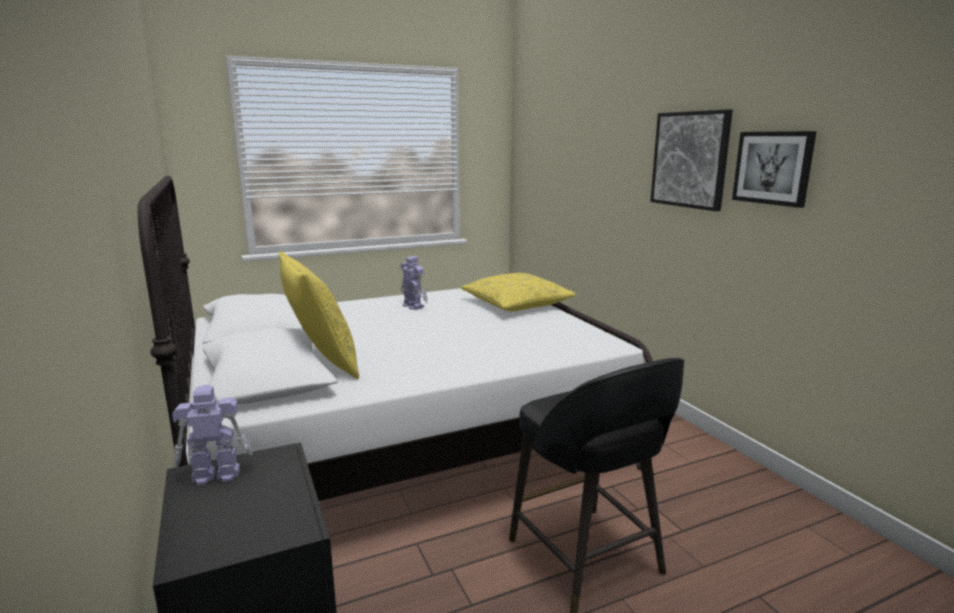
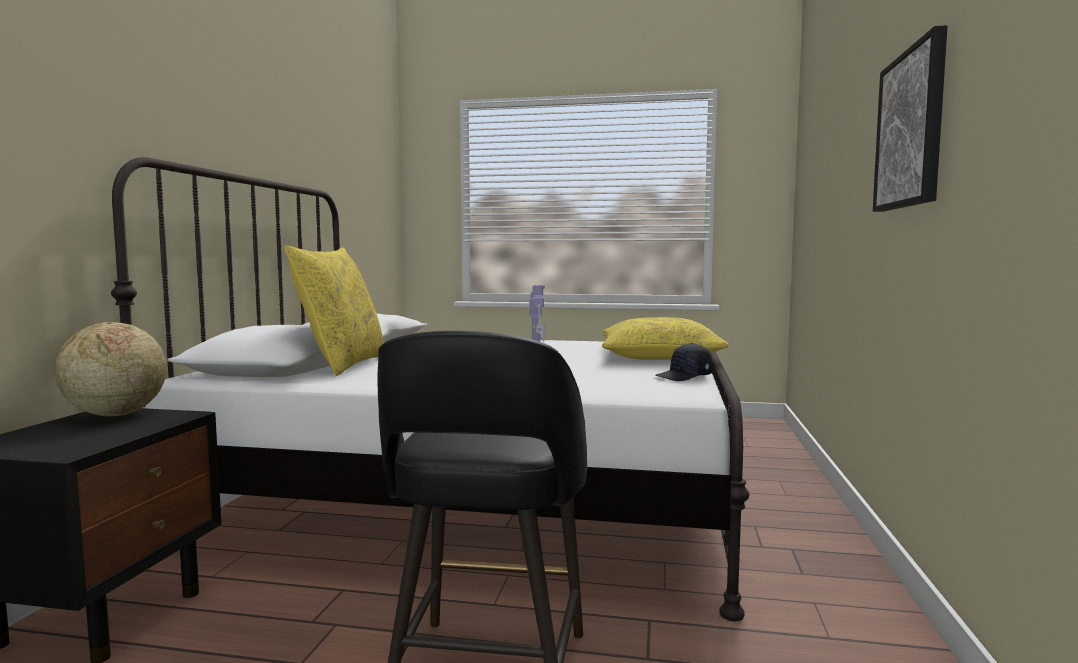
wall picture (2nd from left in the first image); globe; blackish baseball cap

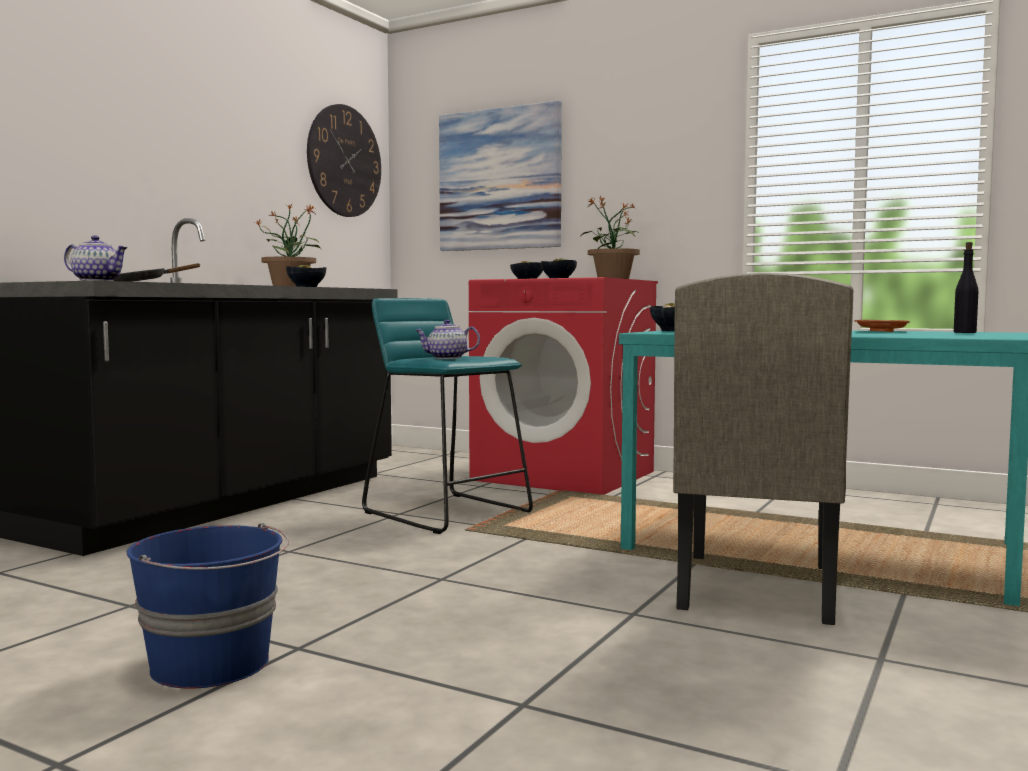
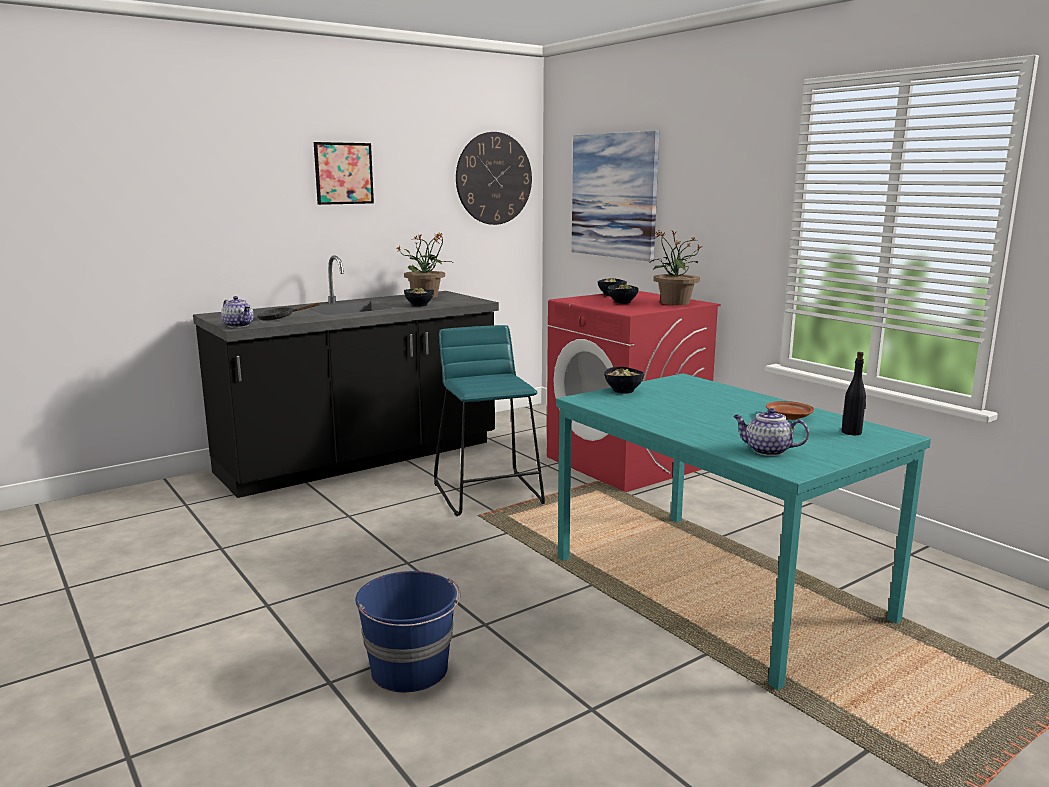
sand-coloured plain chair; pot for tea (2nd from left); blue water bucket; wall picture (1st from left)

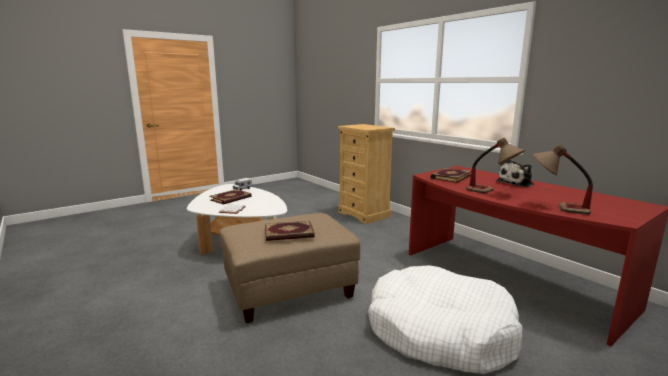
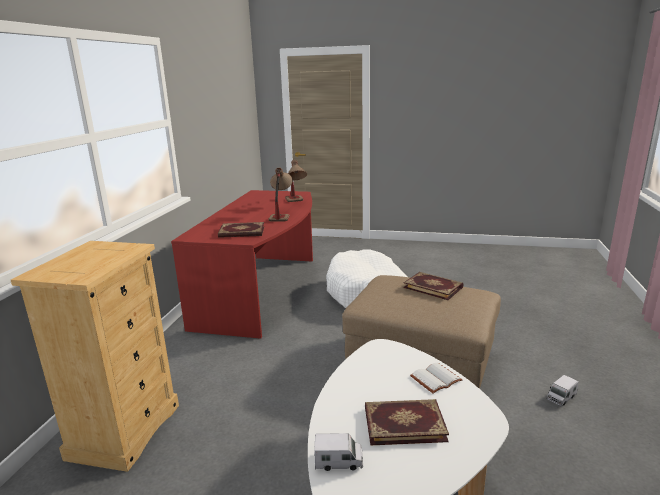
plush toy; toy lorry (2nd from left)

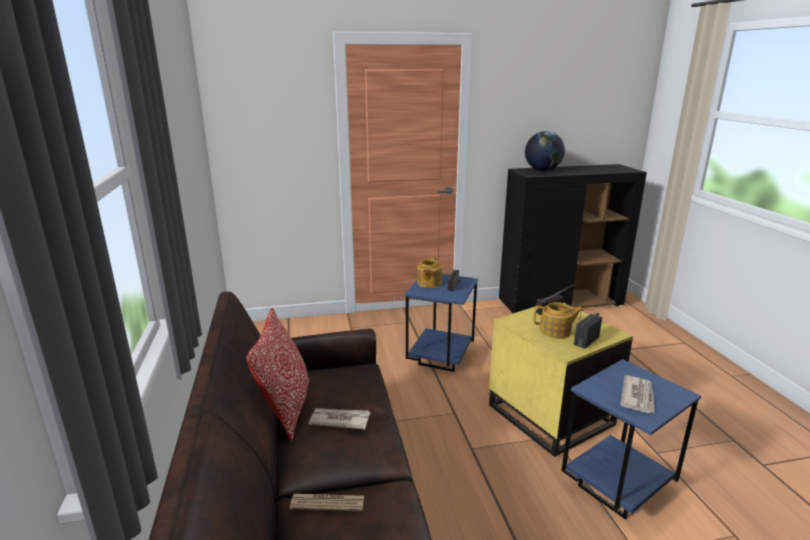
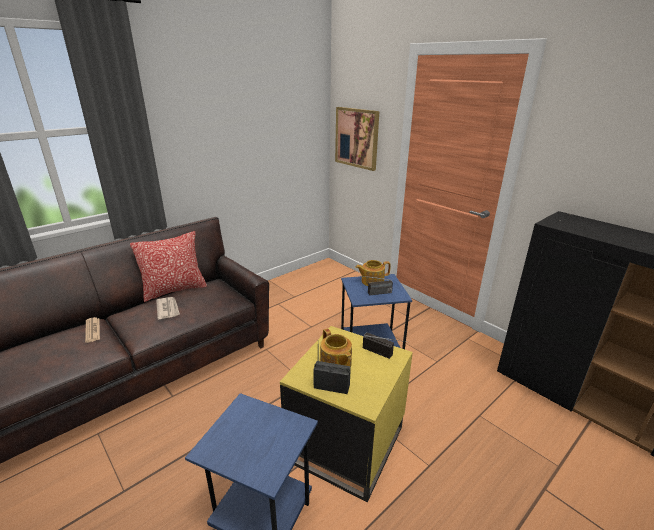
globe; newspaper (3rd from left in the first image); wall picture

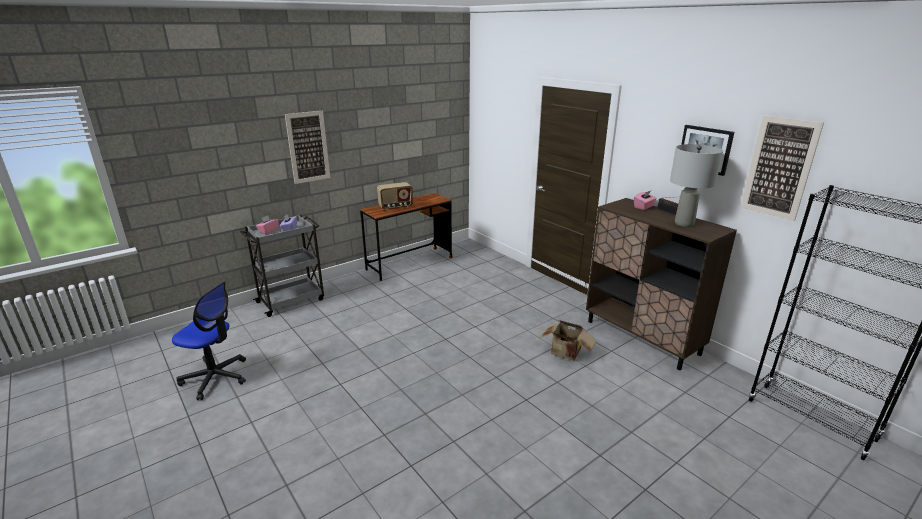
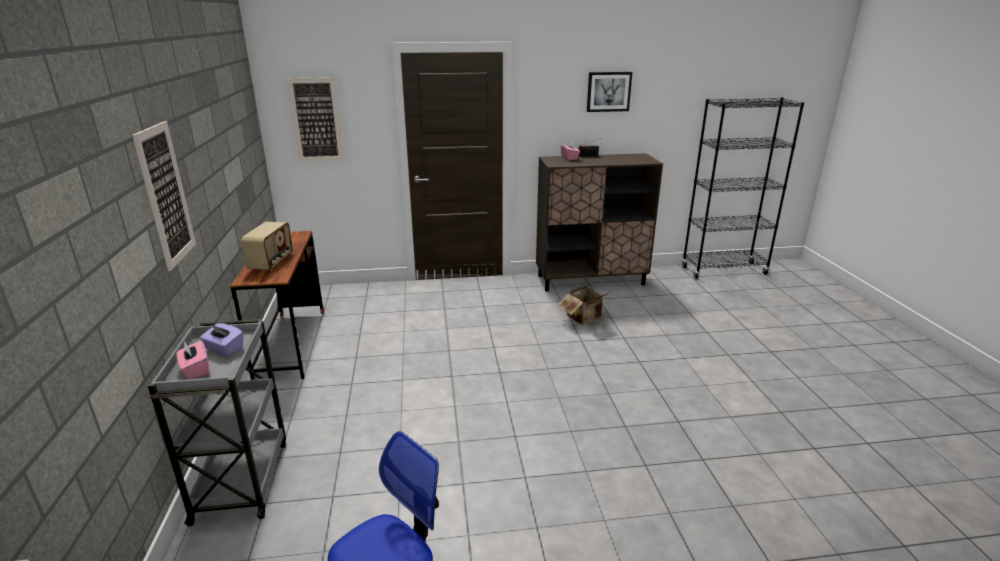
wall picture (2nd from left); gray tabletop lamp

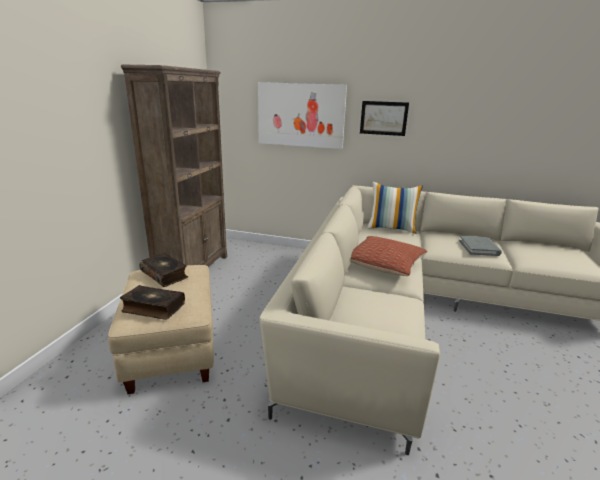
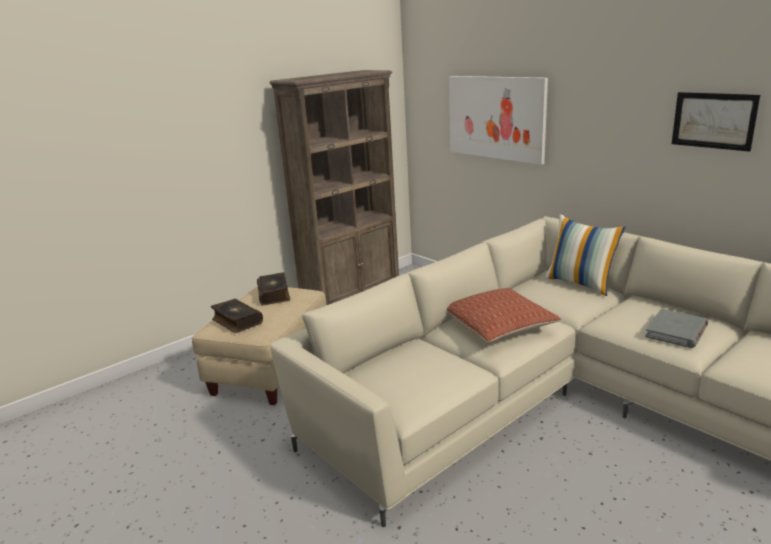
wall picture (2nd from left)

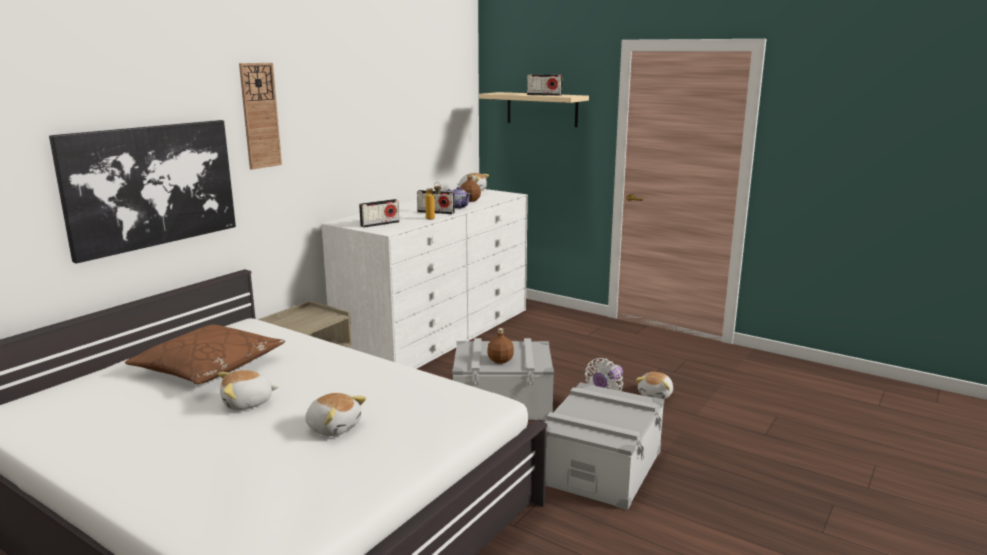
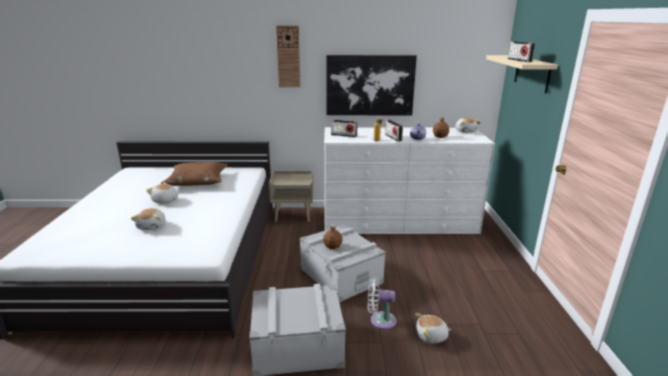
wall picture

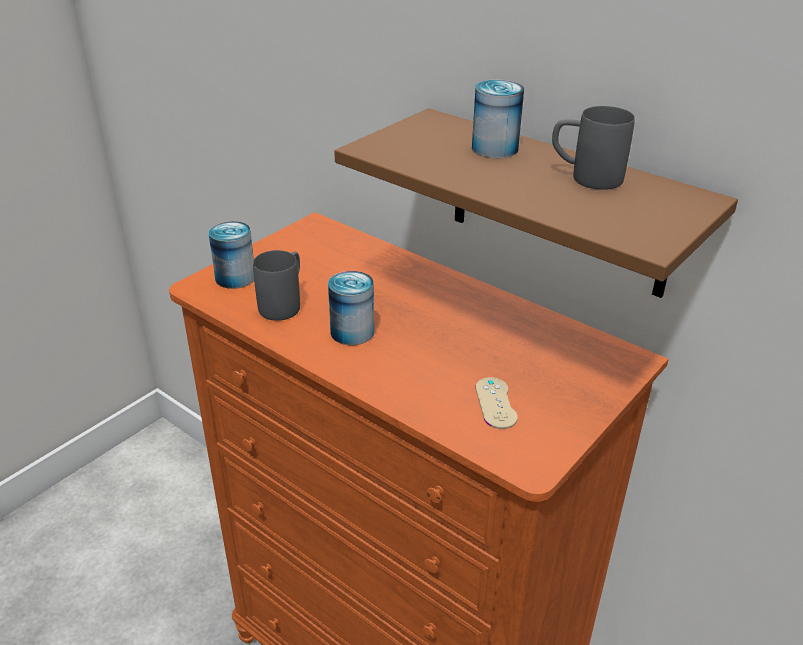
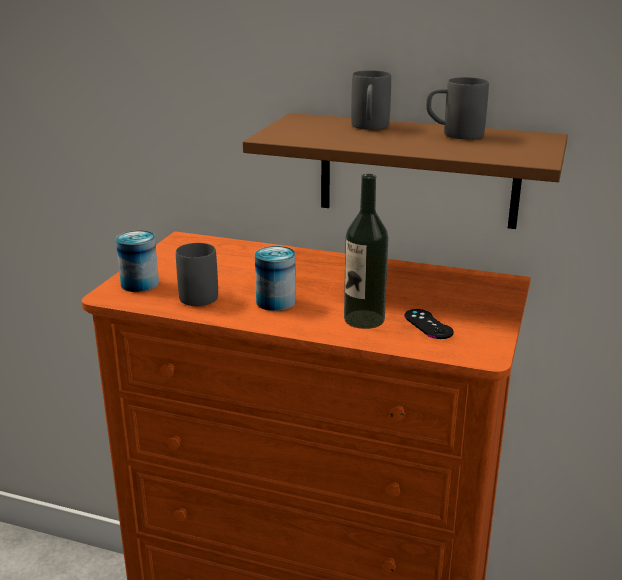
gray coffee mug (2nd from left); blackish game controller; beverage bottle

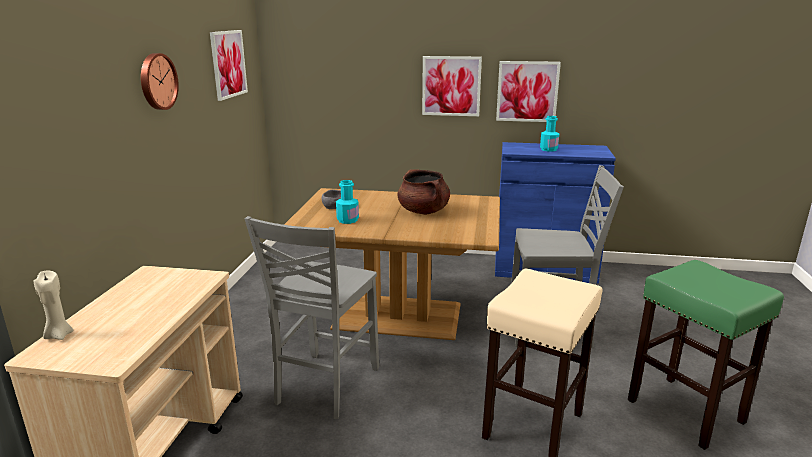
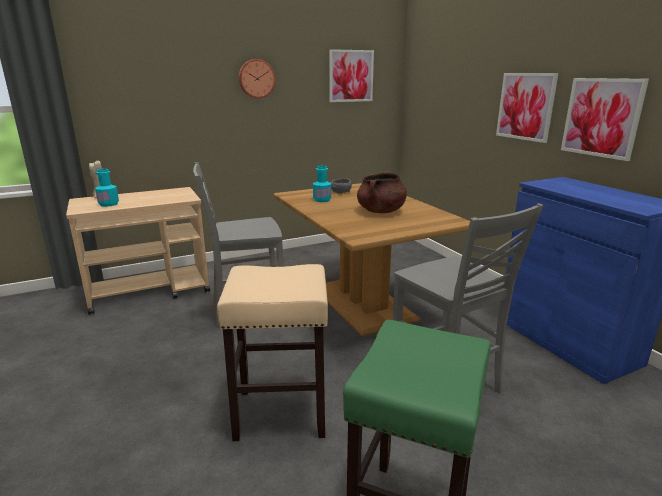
blue-green beverage bottle (1st from left)

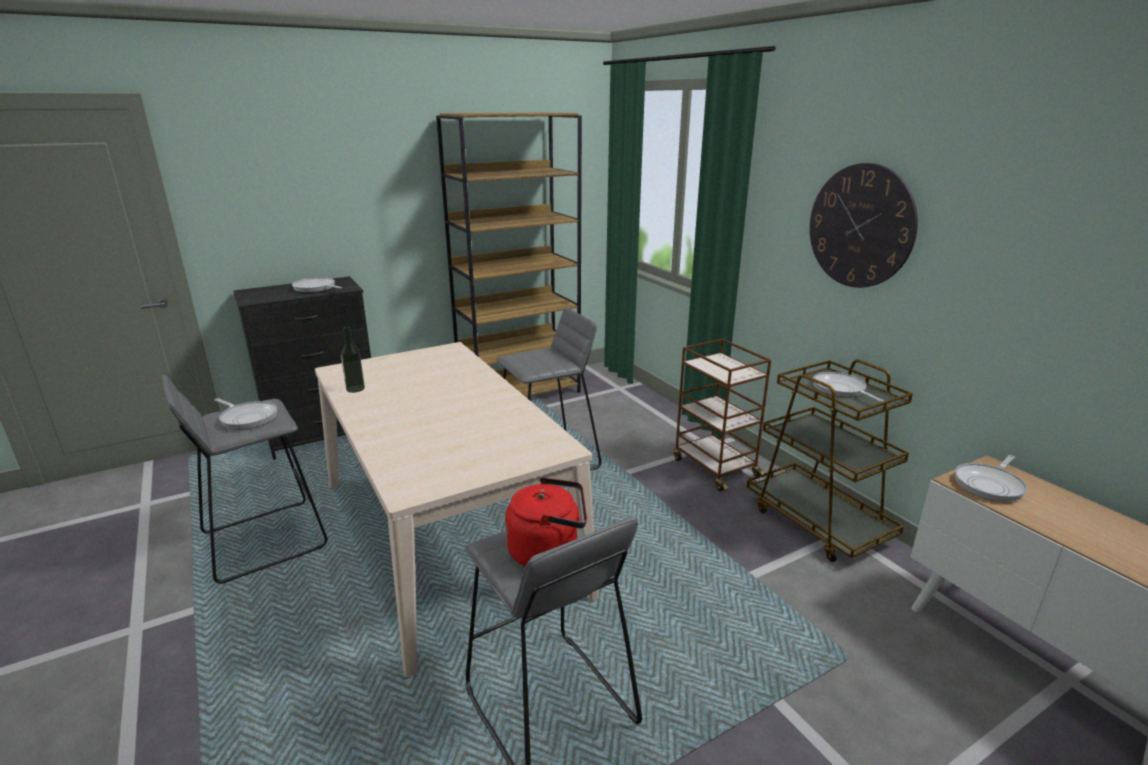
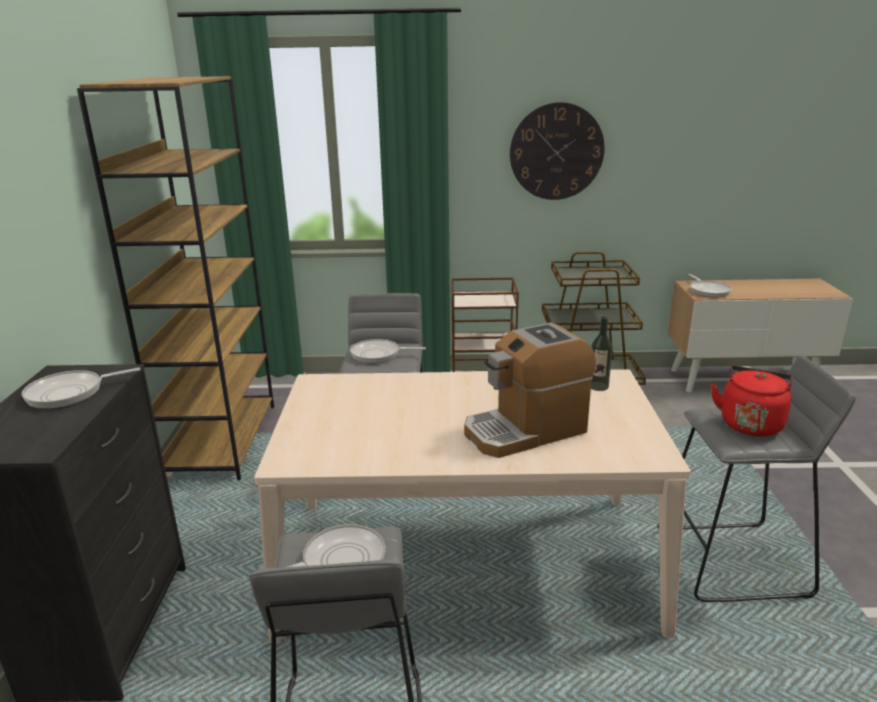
beverage bottle; skillet (3rd from left); coffee maker

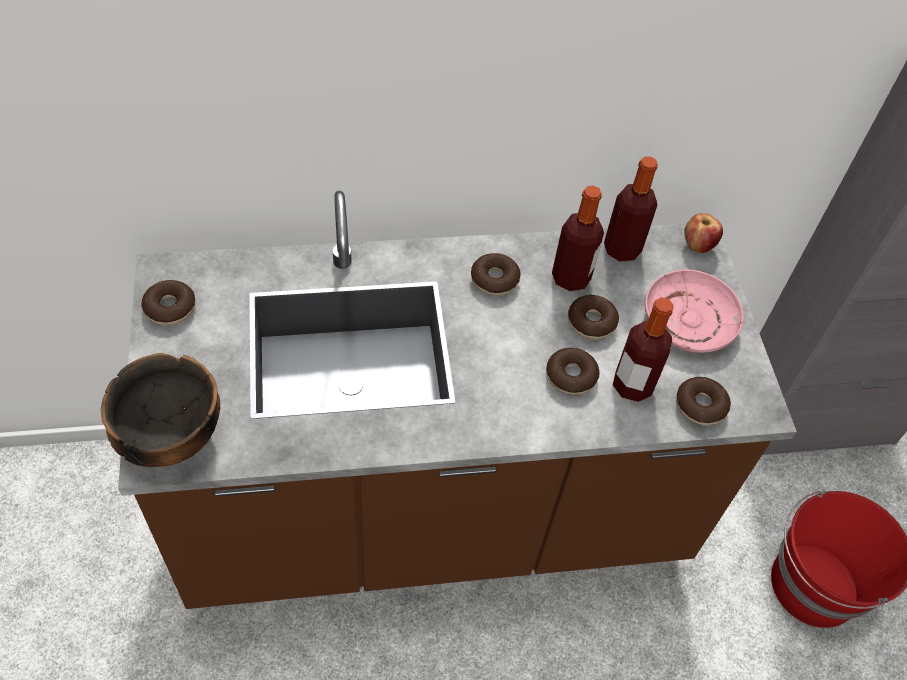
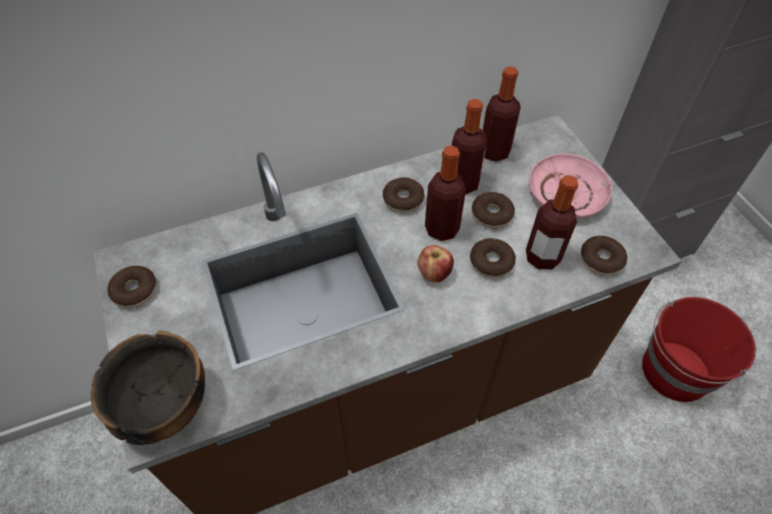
apple; beverage bottle (1st from left)

